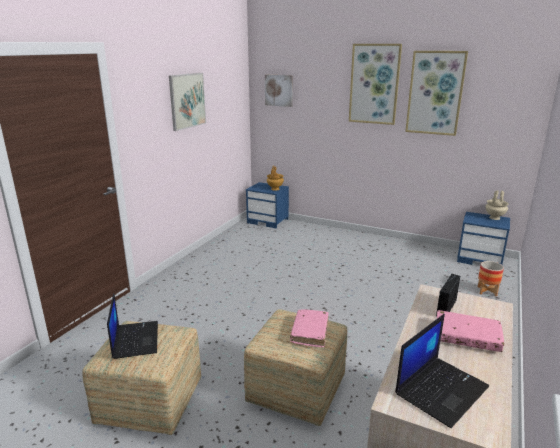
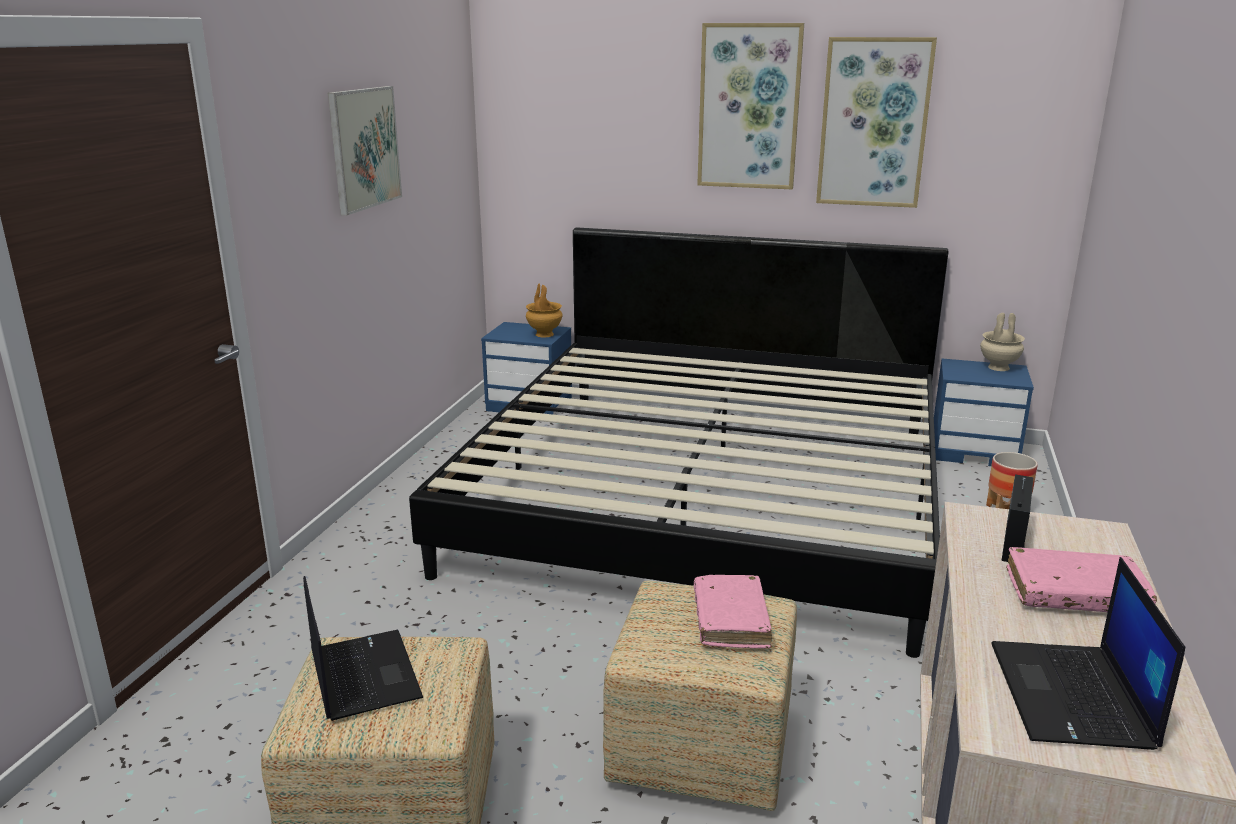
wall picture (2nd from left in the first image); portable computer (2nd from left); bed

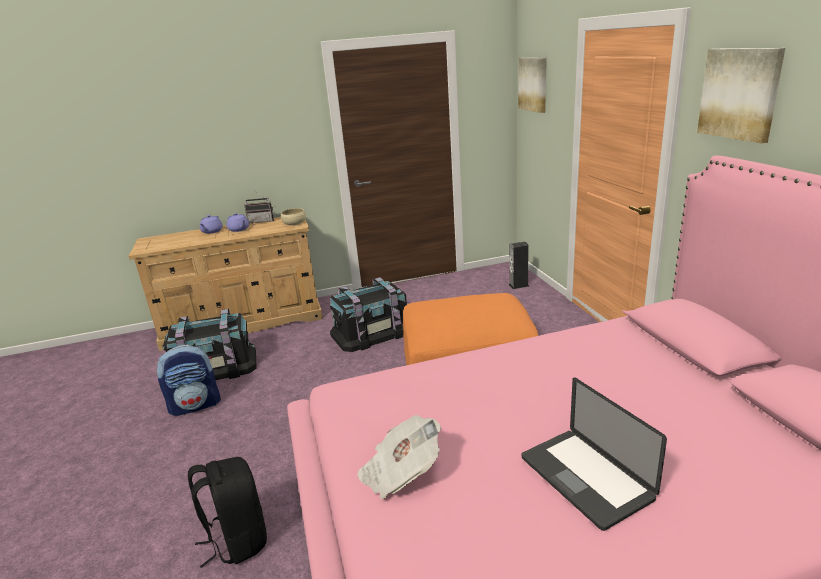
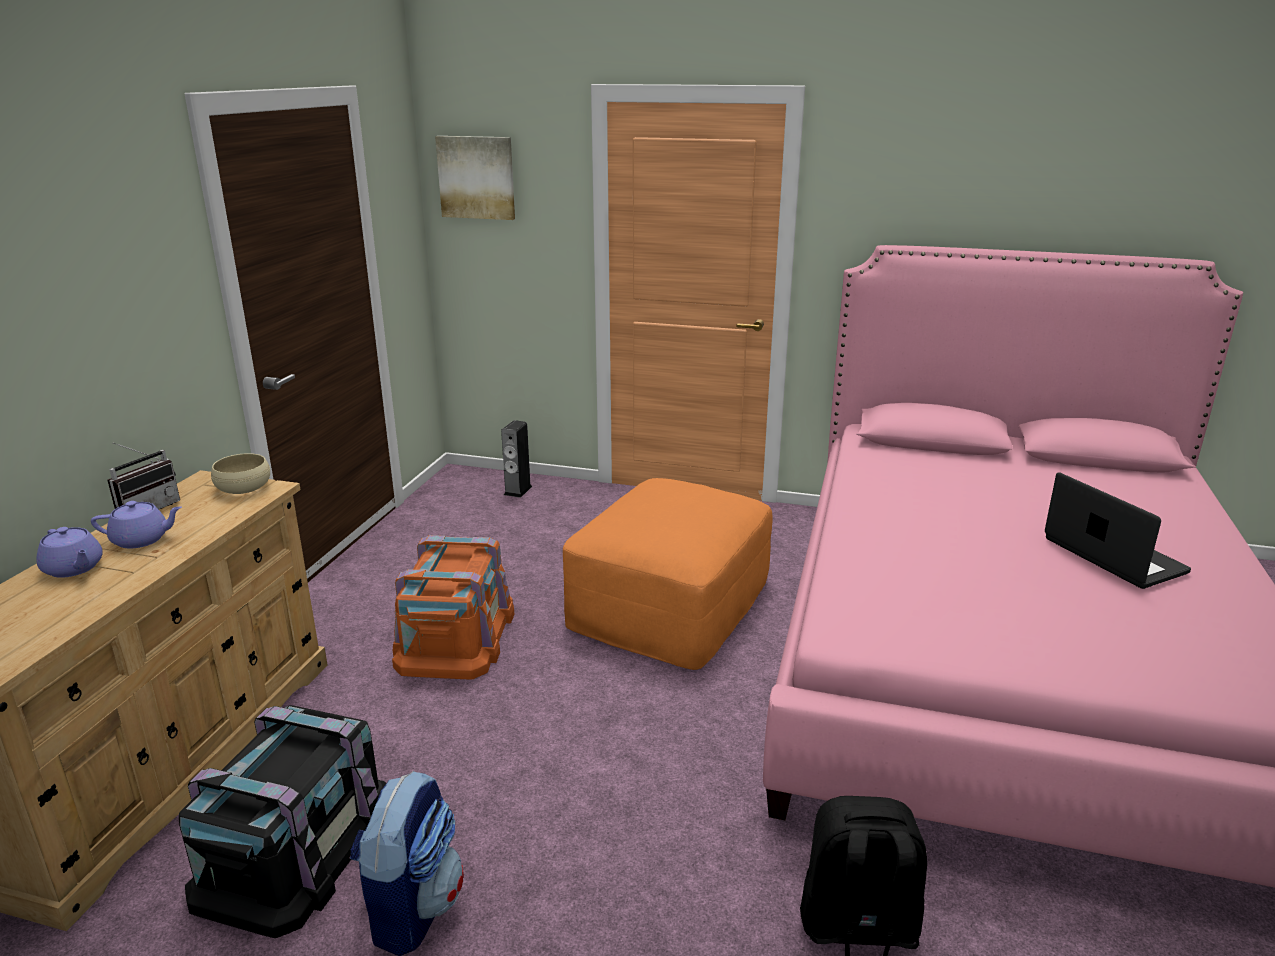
wall picture (2nd from left in the first image); orangey storage bin; portable computer; newspaper

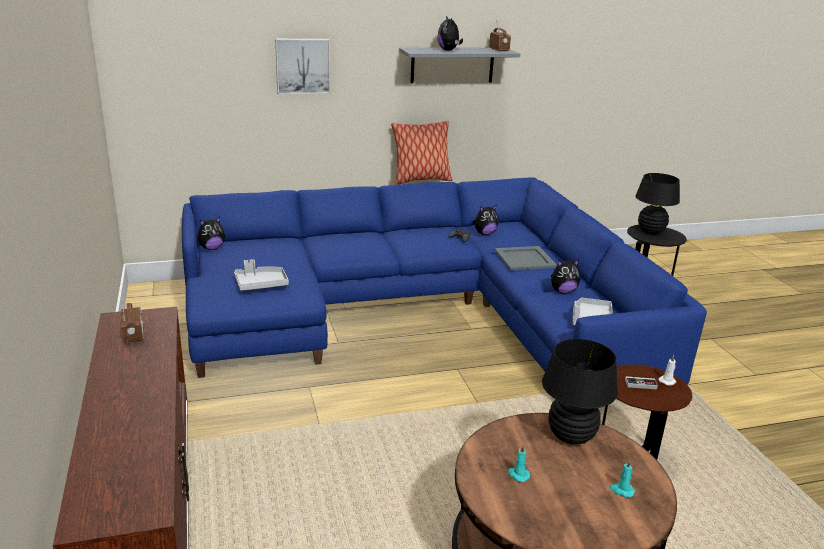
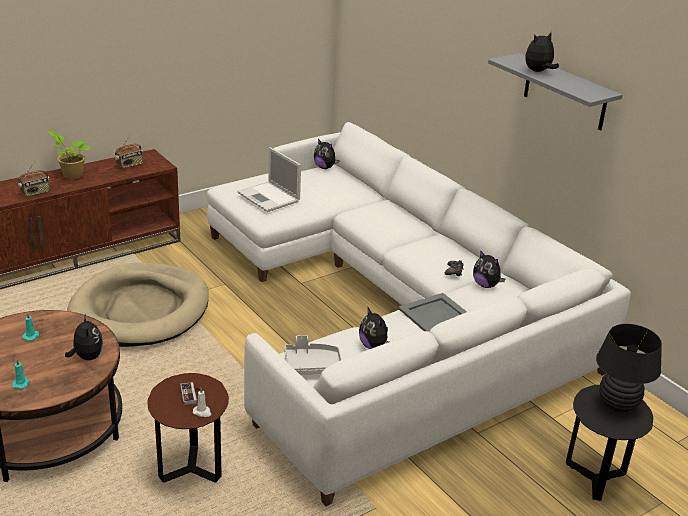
radio set (1st from left); wall picture; cushion; white sofa; portable computer; plush toy (1st from left); potted plant; sand-coloured dog bed

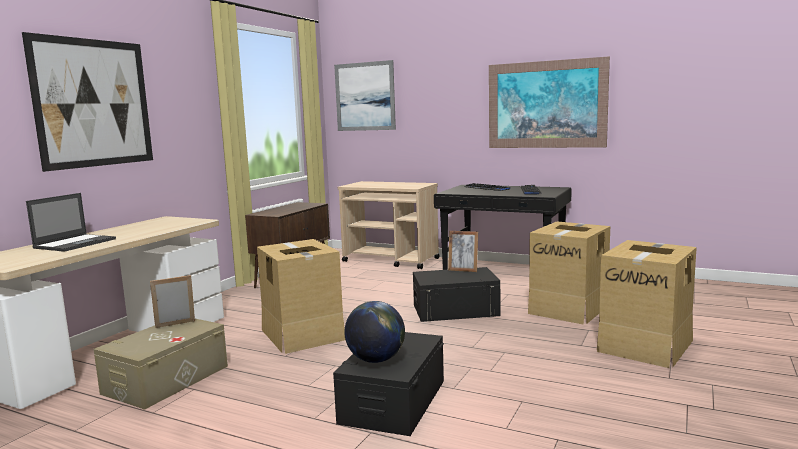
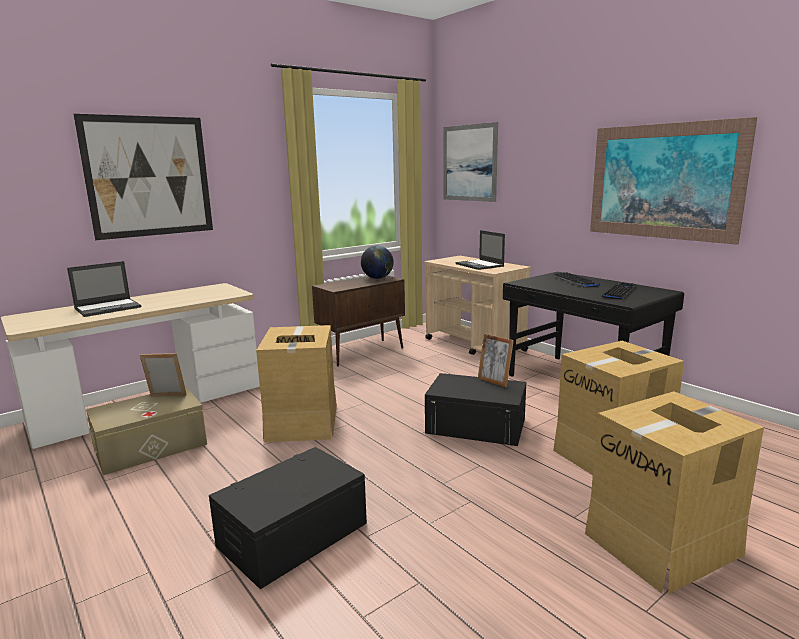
globe; portable computer (2nd from left)

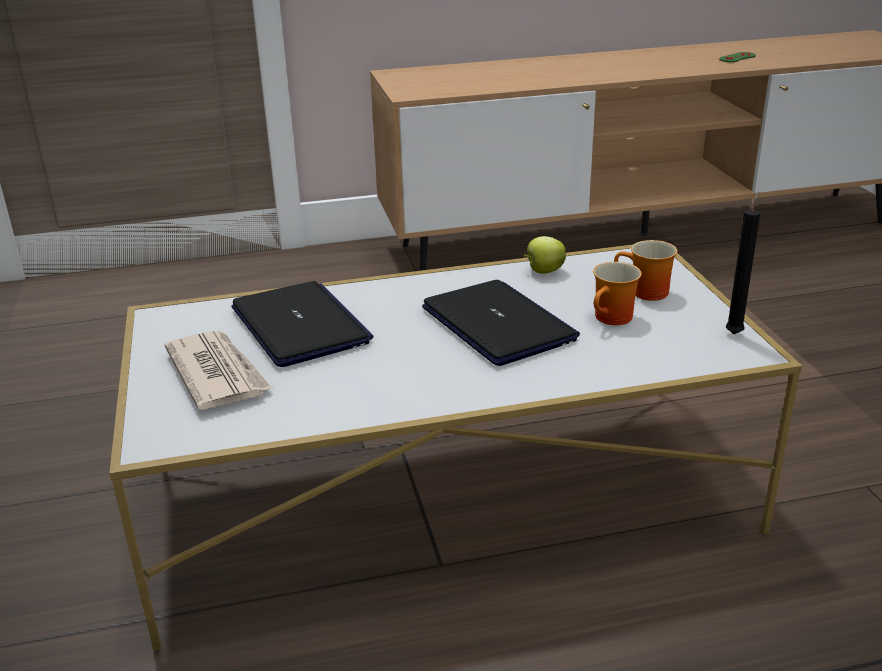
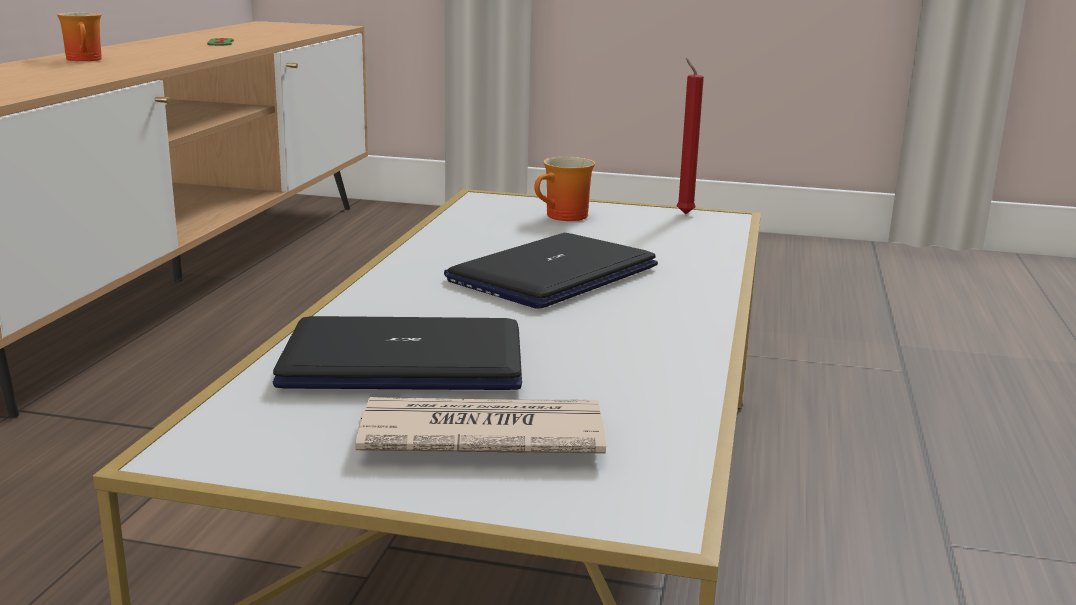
red wax light; apple; coffee mug (1st from left); portable computer (2nd from left)

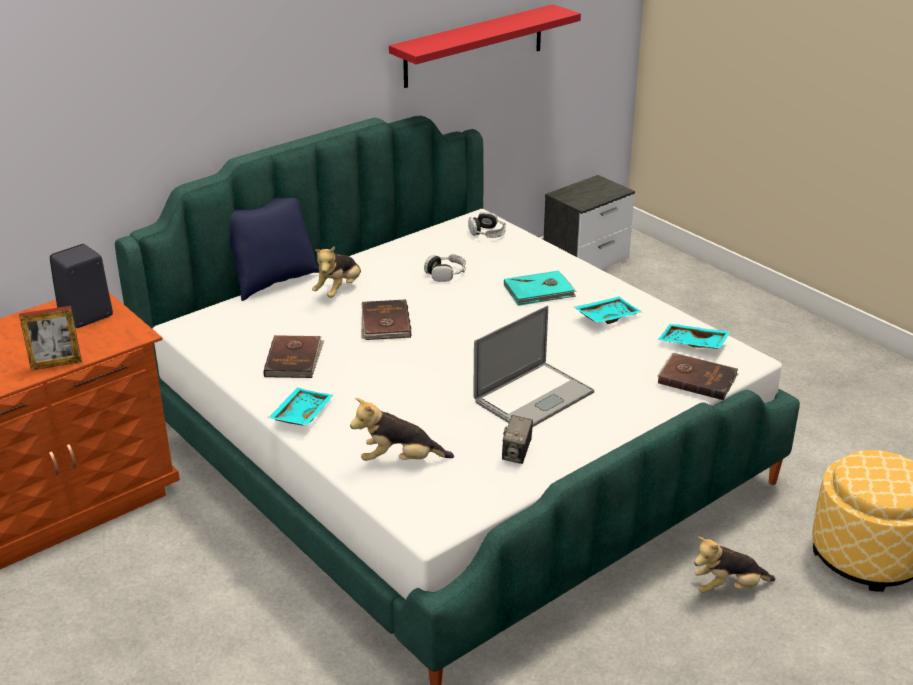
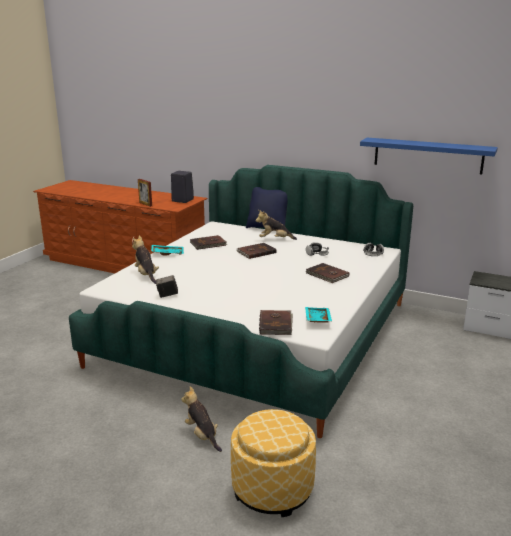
blue bracket shelf; brown-coloured volume (4th from left); blue-green carrying tray (2nd from left in the first image); portable computer

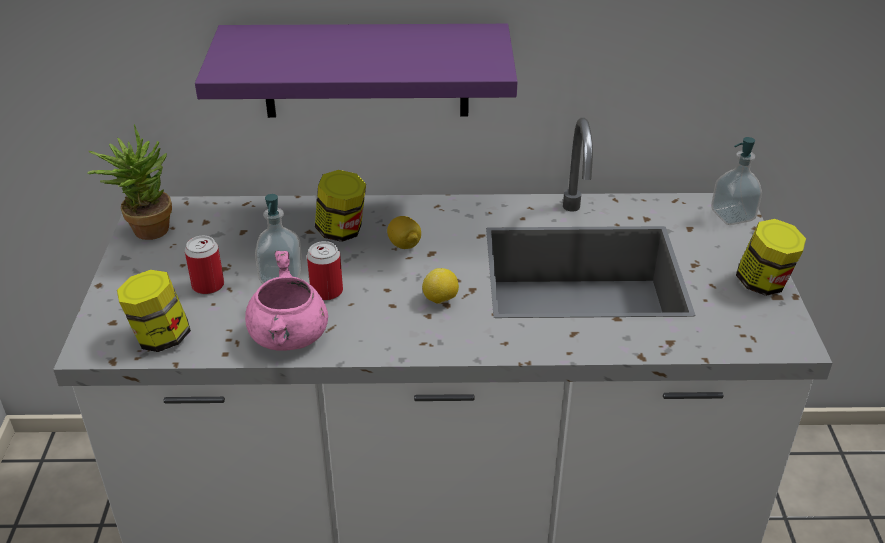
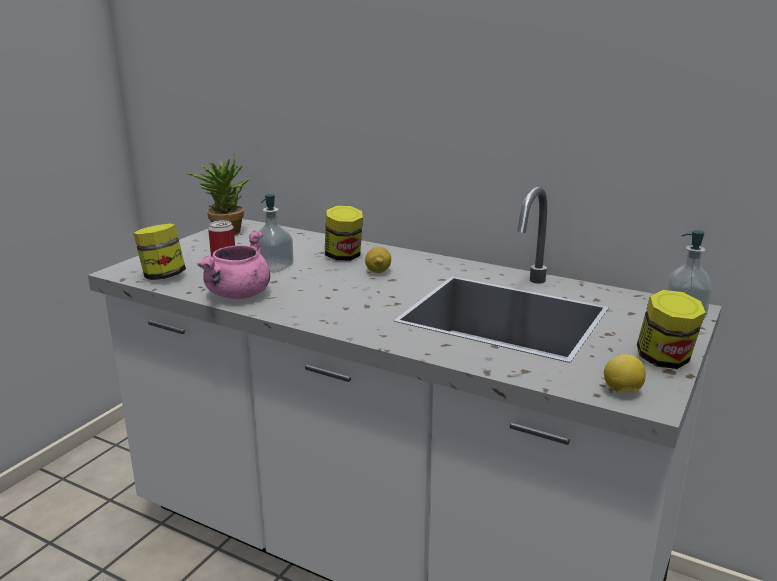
purple bracket shelf; sealed can (2nd from left in the first image); whole lemon (2nd from left)

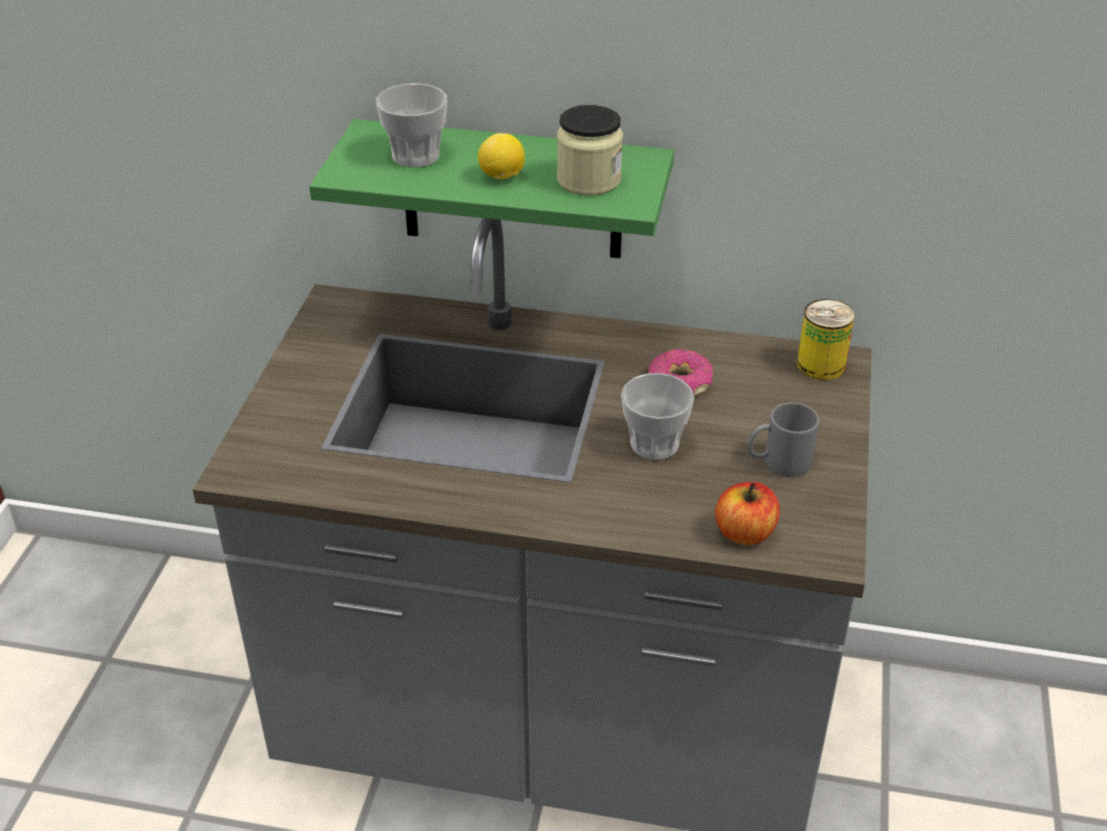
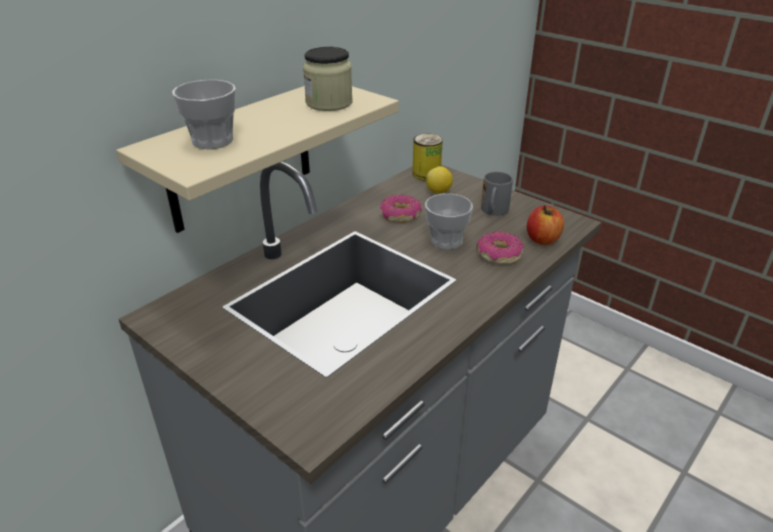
sand-coloured bracket shelf; whole lemon; doughnut (2nd from left)

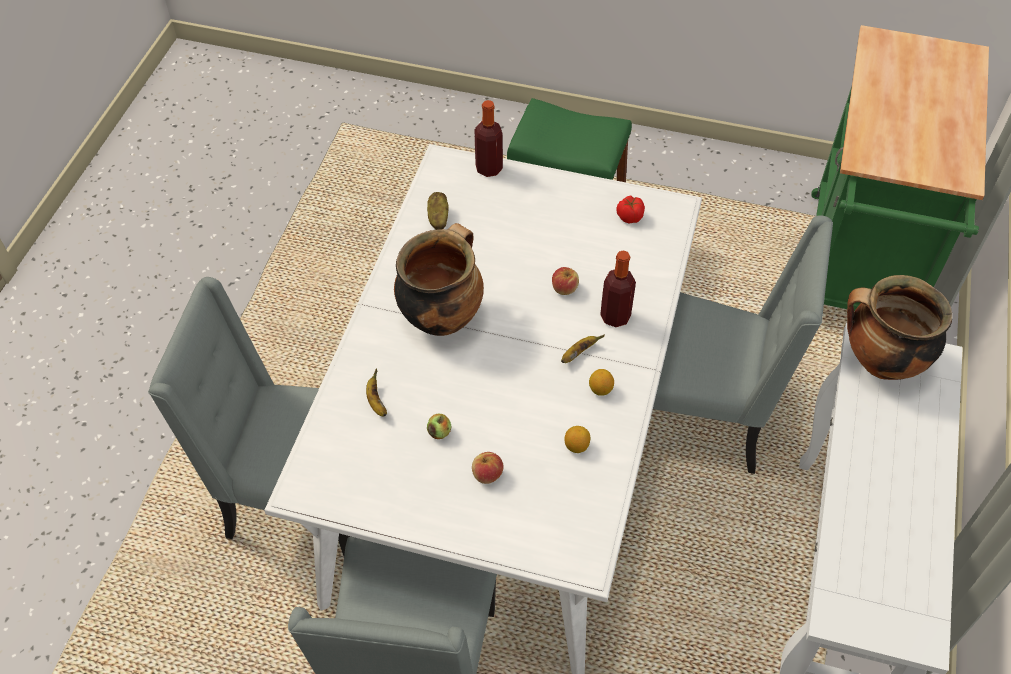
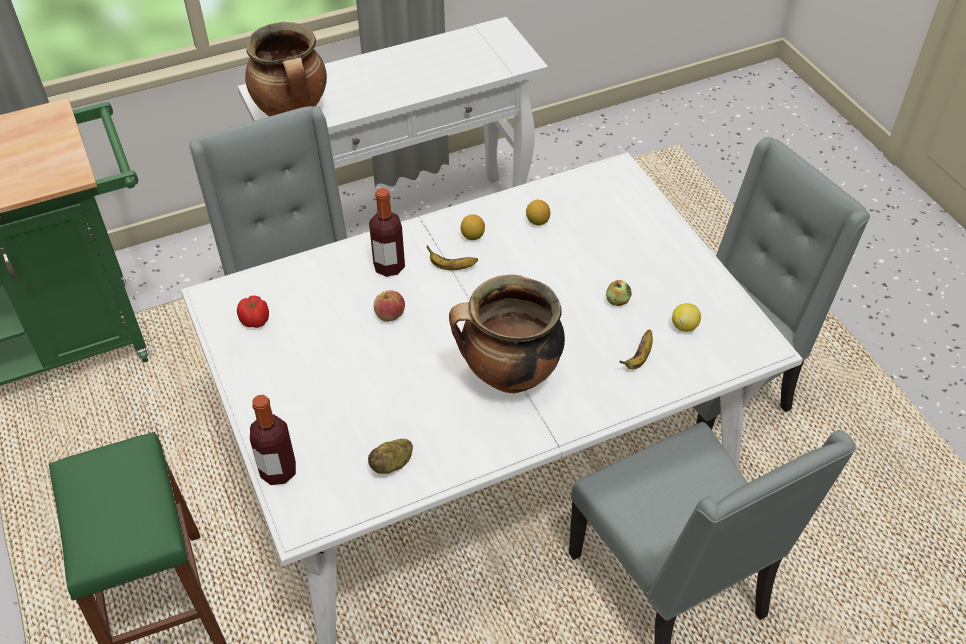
apple (2nd from left in the first image); whole lemon (3rd from left)

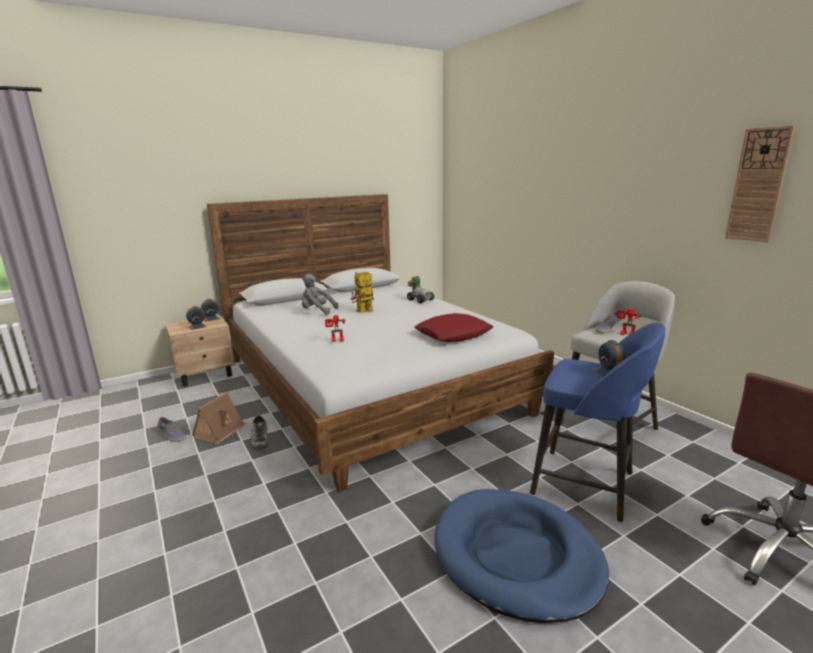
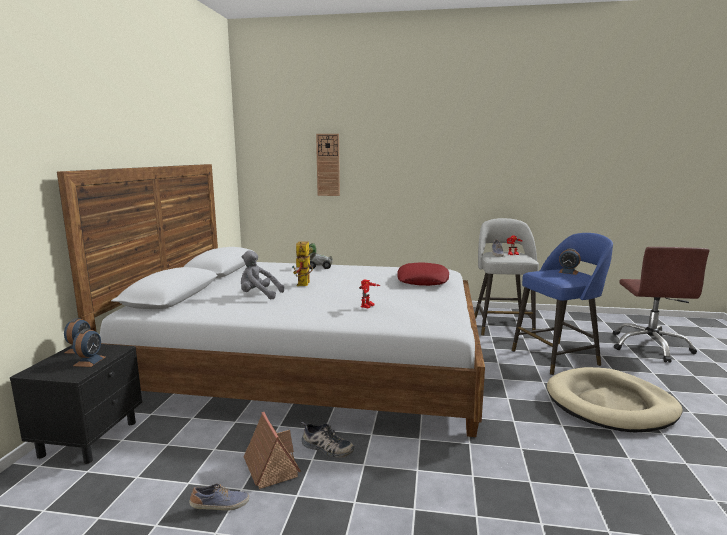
hanging clock; gray plush toy; blackish bedside table; sand-coloured dog bed

